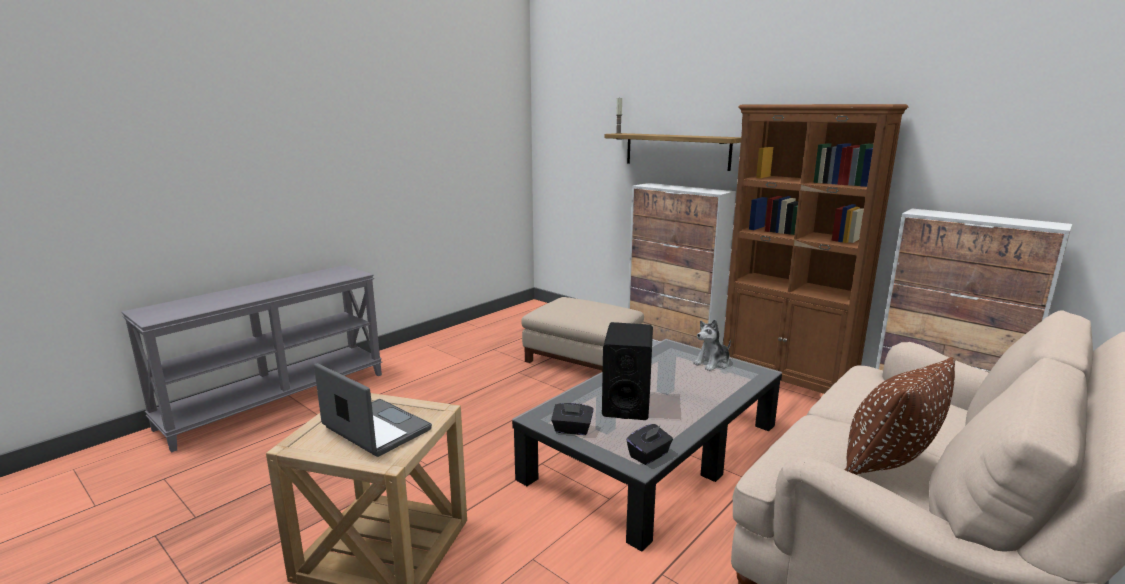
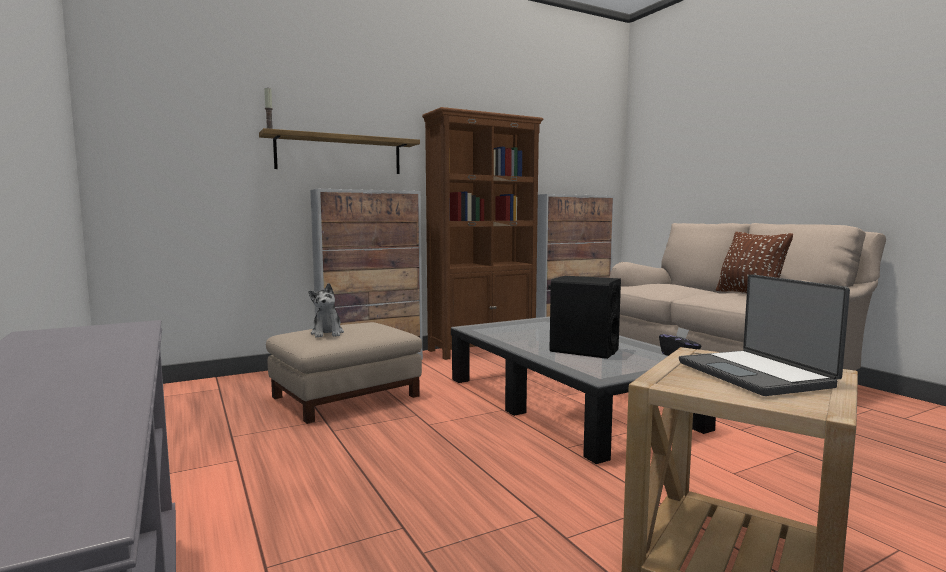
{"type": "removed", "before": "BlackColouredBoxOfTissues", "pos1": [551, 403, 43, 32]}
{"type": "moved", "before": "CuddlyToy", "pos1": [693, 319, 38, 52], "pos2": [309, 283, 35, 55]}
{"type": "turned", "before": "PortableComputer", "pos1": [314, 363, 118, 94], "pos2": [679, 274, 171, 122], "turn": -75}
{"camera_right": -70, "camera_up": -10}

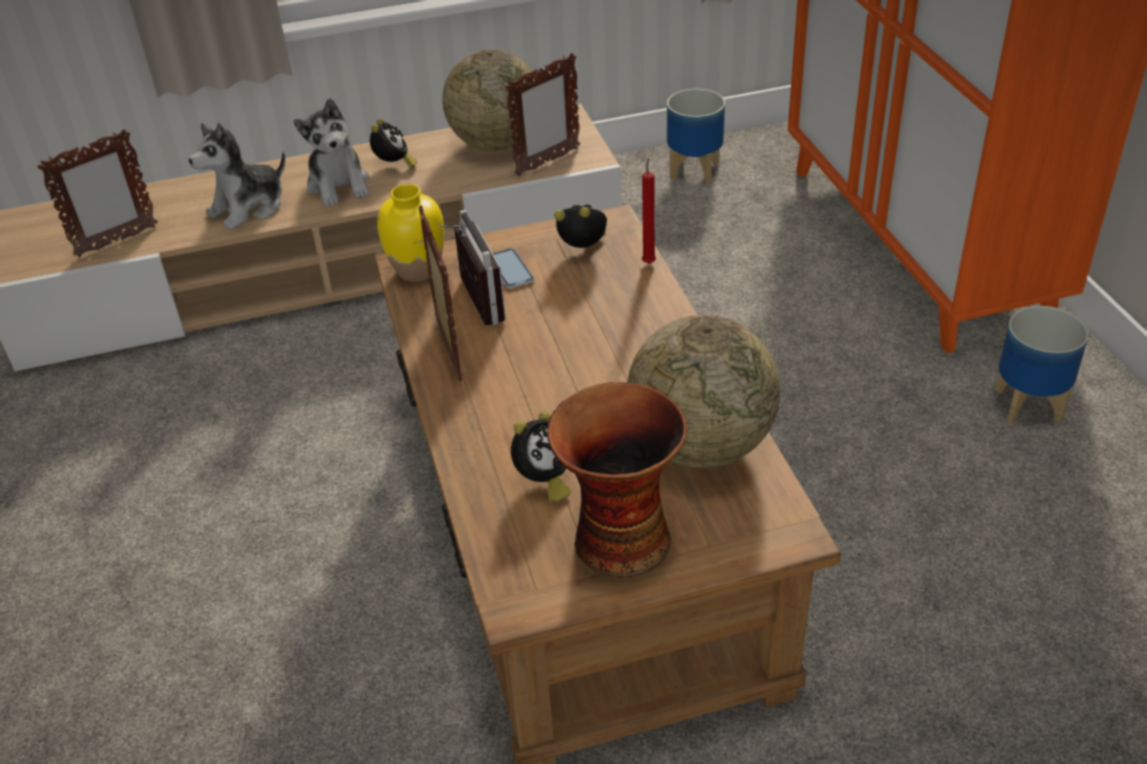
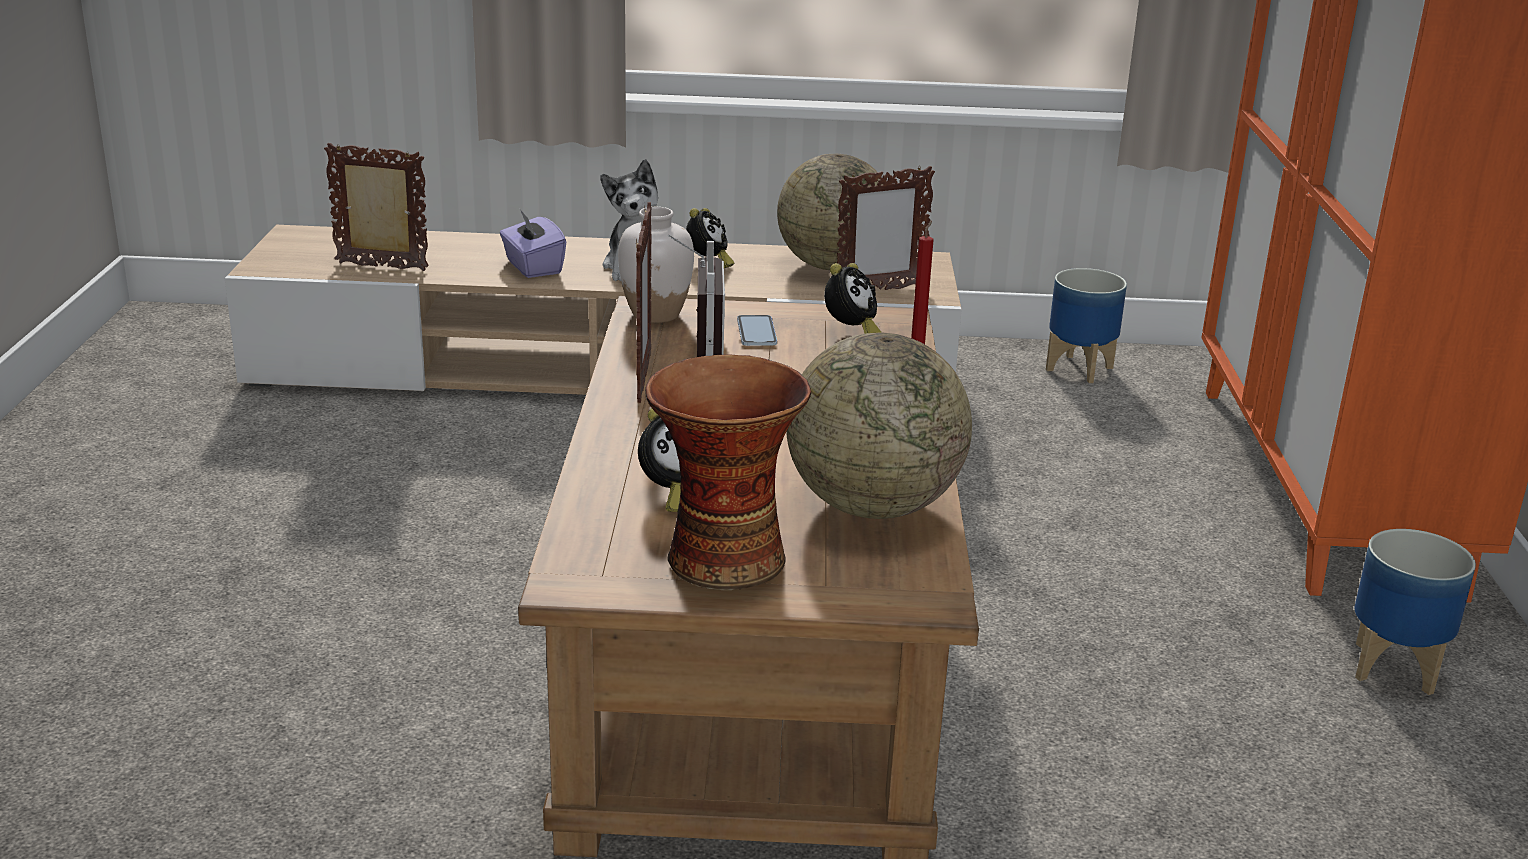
{"type": "replaced", "before": "CuddlyToy", "after": "PurpleBoxOfTissues", "pos1": [189, 123, 96, 107], "pos2": [500, 209, 66, 69]}
{"type": "recoloured", "before": "YellowColouredFlowerVase", "after": "WhiteFlowerVase", "pos1": [377, 184, 67, 98], "pos2": [618, 207, 76, 116]}
{"type": "turned", "before": "PhotoFrame", "pos1": [37, 129, 121, 128], "pos2": [324, 143, 105, 128], "turn": -150}
{"type": "turned", "before": "TableClock", "pos1": [554, 205, 53, 43], "pos2": [824, 263, 58, 71], "turn": 90}
{"camera_right": 15, "camera_up": -15}

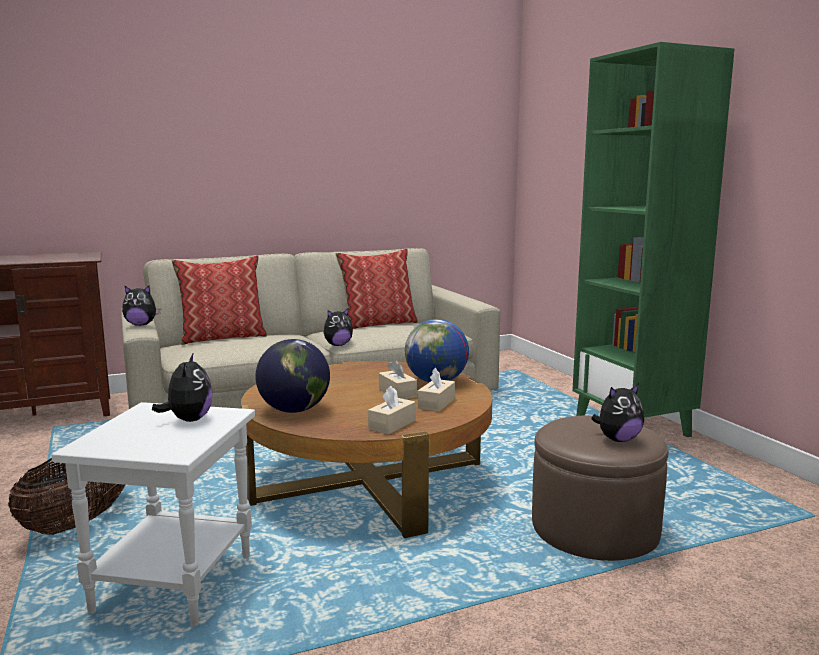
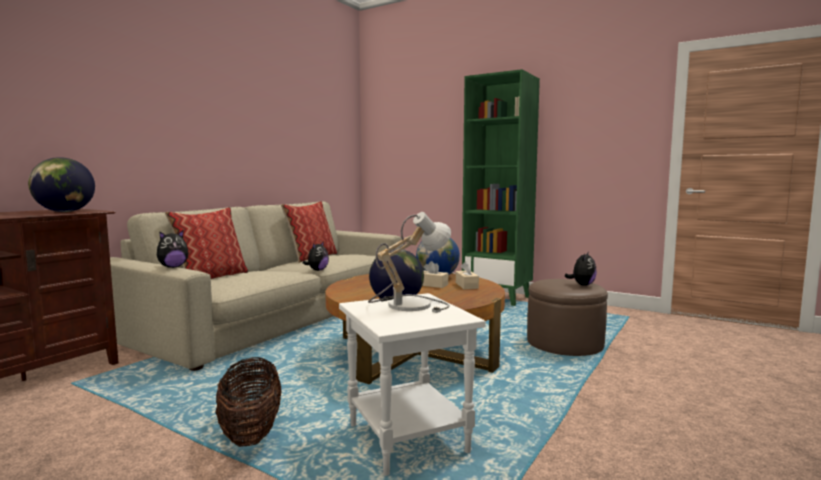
{"type": "removed", "before": "BeigeBoxOfTissues", "pos1": [368, 386, 47, 49]}
{"type": "added", "after": "WorldGlobe", "pos2": [28, 157, 67, 55]}
{"type": "replaced", "before": "CuddlyToy", "after": "TableLamp", "pos1": [152, 354, 61, 68], "pos2": [368, 212, 83, 101]}
{"camera_right": -35, "camera_up": -5}

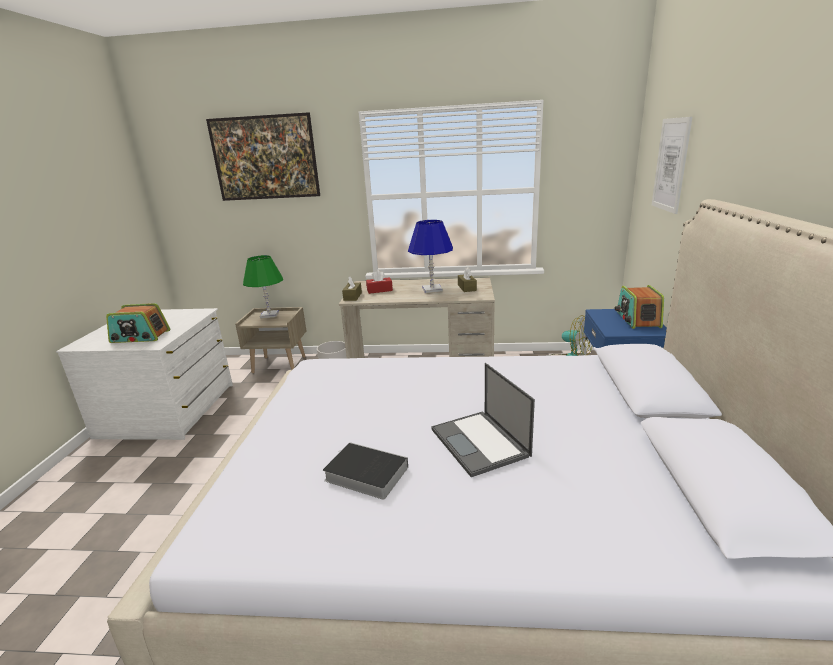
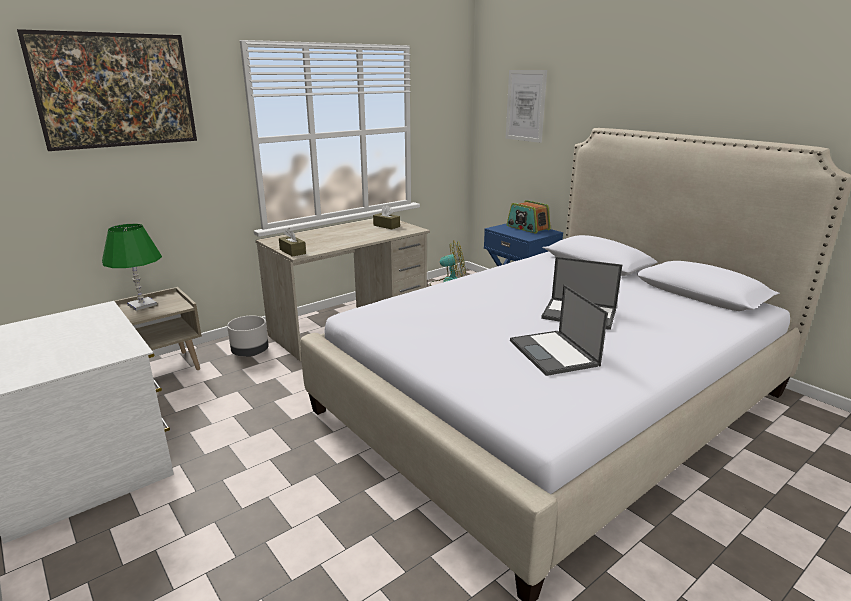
{"type": "removed", "before": "RadioSet", "pos1": [106, 303, 64, 40]}
{"type": "removed", "before": "RedBoxOfTissues", "pos1": [366, 270, 27, 24]}
{"type": "removed", "before": "BlueColouredTableLamp", "pos1": [408, 220, 45, 73]}
{"type": "replaced", "before": "Book", "after": "PortableComputer", "pos1": [323, 442, 85, 58], "pos2": [510, 285, 98, 91]}
{"camera_right": -45, "camera_up": 0}

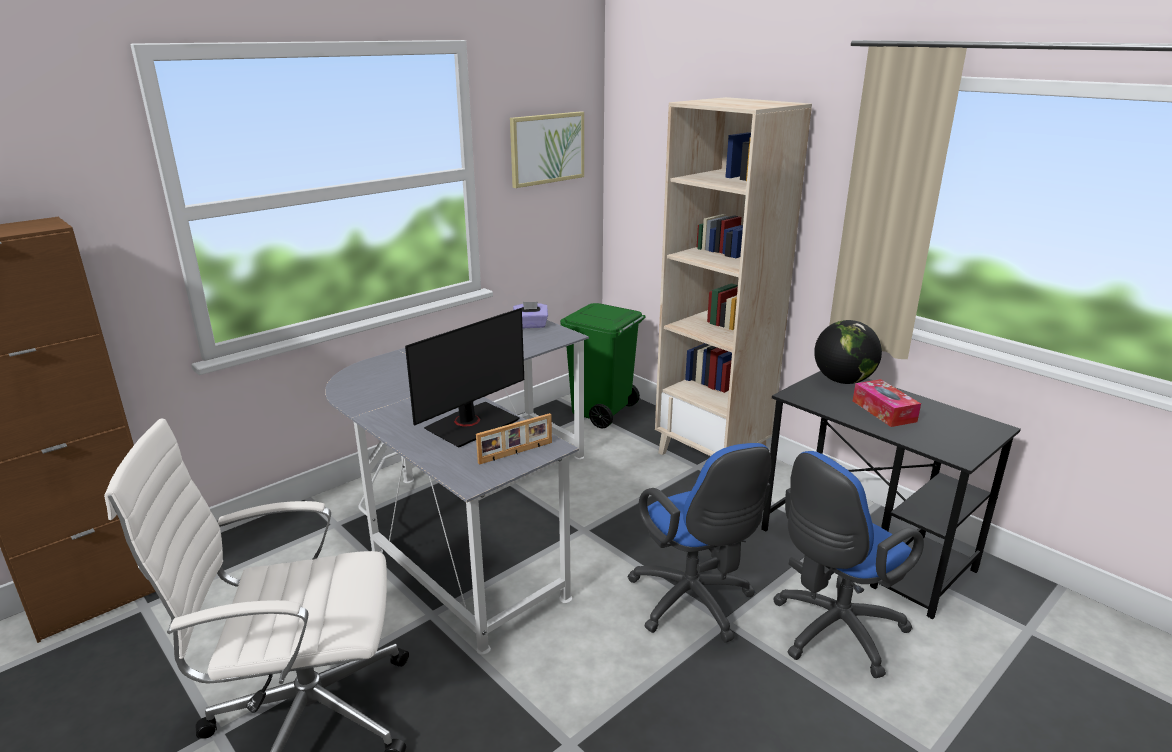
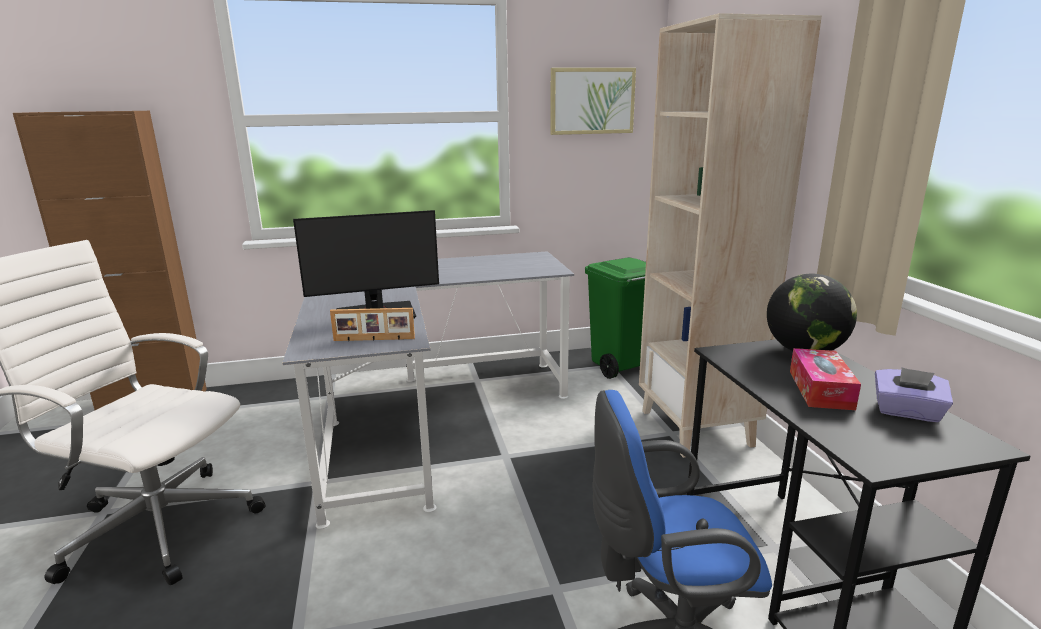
{"type": "removed", "before": "BlueColouredDeskChair", "pos1": [627, 443, 144, 200]}
{"type": "moved", "before": "PurpleBoxOfTissues", "pos1": [513, 302, 35, 26], "pos2": [875, 368, 78, 54]}
{"camera_right": 30, "camera_up": -5}

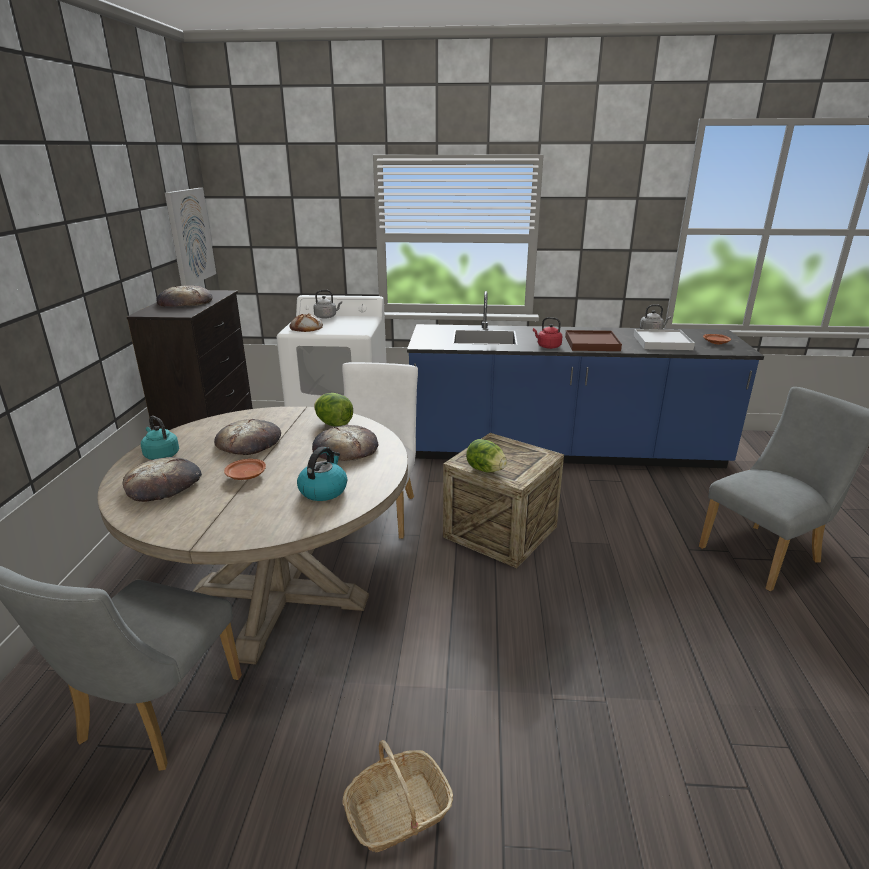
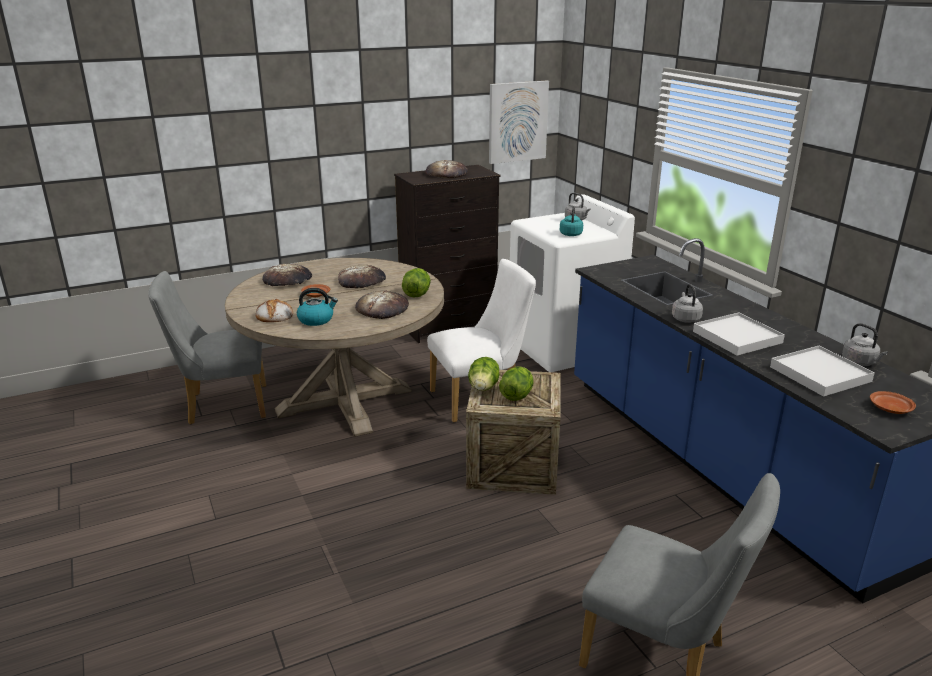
{"type": "removed", "before": "StorageBasket", "pos1": [343, 740, 110, 112]}
{"type": "added", "after": "LettuceHead", "pos2": [499, 367, 35, 34]}
{"type": "moved", "before": "TurquoiseWaterKettle", "pos1": [141, 416, 38, 44], "pos2": [560, 206, 23, 30]}
{"type": "moved", "before": "BakeryBread", "pos1": [290, 313, 33, 19], "pos2": [256, 299, 37, 23]}
{"type": "recoloured", "before": "RedWaterKettle", "after": "GreyWaterKettle", "pos1": [533, 317, 30, 32], "pos2": [672, 284, 31, 39]}
{"type": "recoloured", "before": "BrownColouredServingTray", "after": "WhiteServingTray", "pos1": [565, 330, 57, 21], "pos2": [693, 312, 92, 44]}
{"camera_right": 60, "camera_up": 0}

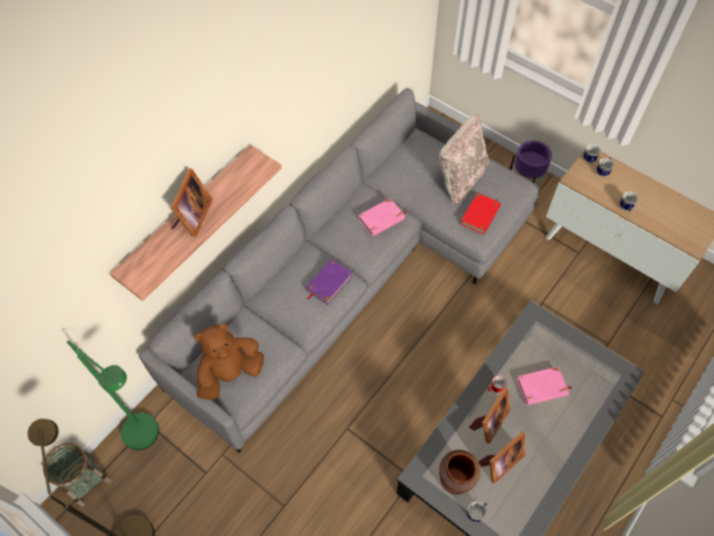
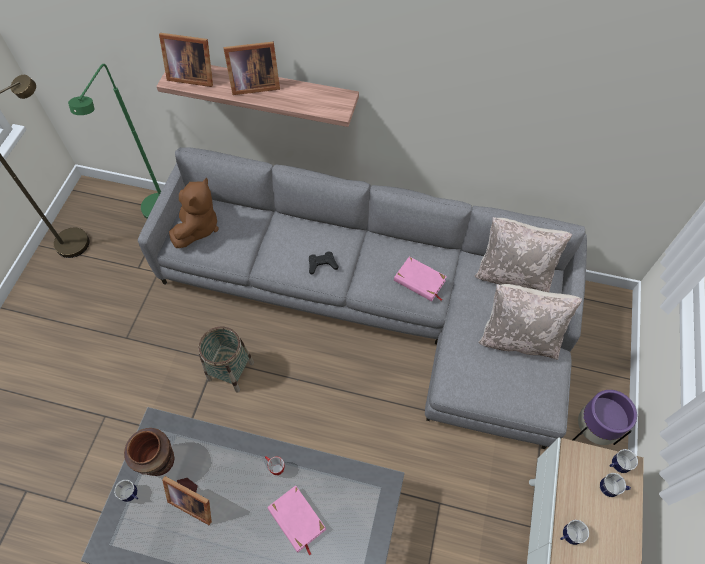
{"type": "removed", "before": "RedBook", "pos1": [460, 193, 41, 42]}
{"type": "added", "after": "BeigeCushion", "pos2": [474, 217, 98, 75]}
{"type": "moved", "before": "StorageBasket", "pos1": [43, 443, 69, 64], "pos2": [198, 327, 56, 66]}
{"type": "moved", "before": "PhotoFrame", "pos1": [469, 387, 42, 57], "pos2": [159, 33, 54, 54]}
{"type": "replaced", "before": "PurpleBook", "after": "BlackColouredGamepad", "pos1": [306, 259, 47, 46], "pos2": [309, 251, 29, 24]}
{"type": "turned", "before": "BrownColouredCuddlyToy", "pos1": [194, 324, 70, 76], "pos2": [169, 178, 50, 70], "turn": 75}
{"camera_right": 65, "camera_up": 0}

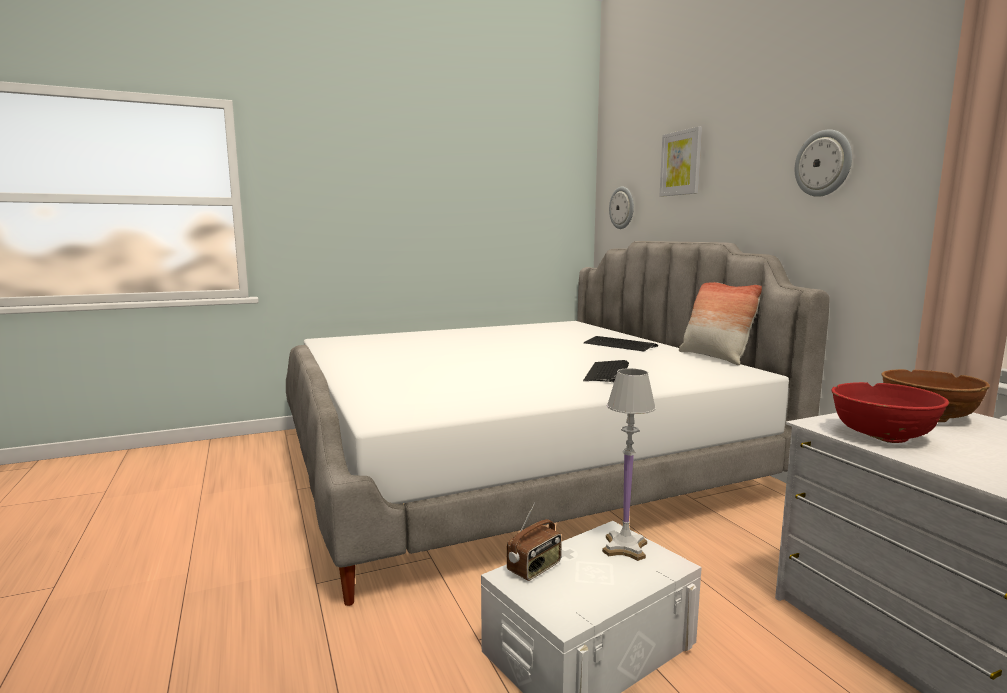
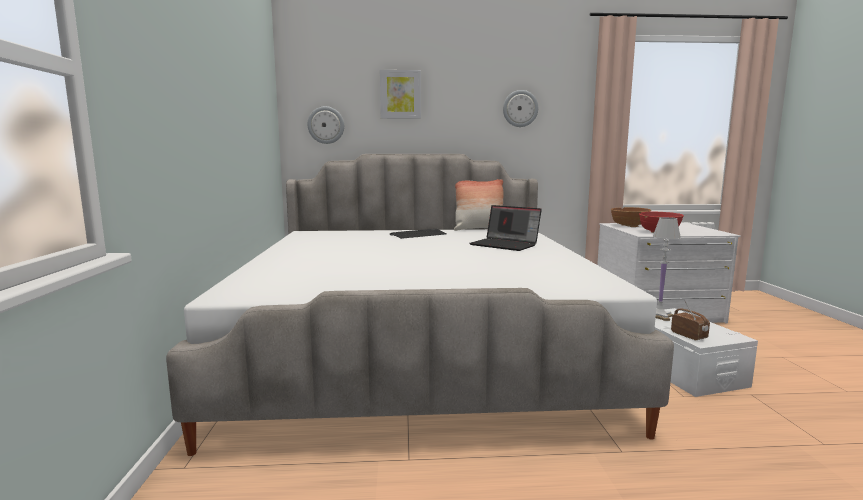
{"type": "replaced", "before": "ComputerKeyboard", "after": "PortableComputer", "pos1": [583, 360, 46, 22], "pos2": [469, 205, 73, 46]}
{"camera_right": -70, "camera_up": 0}

